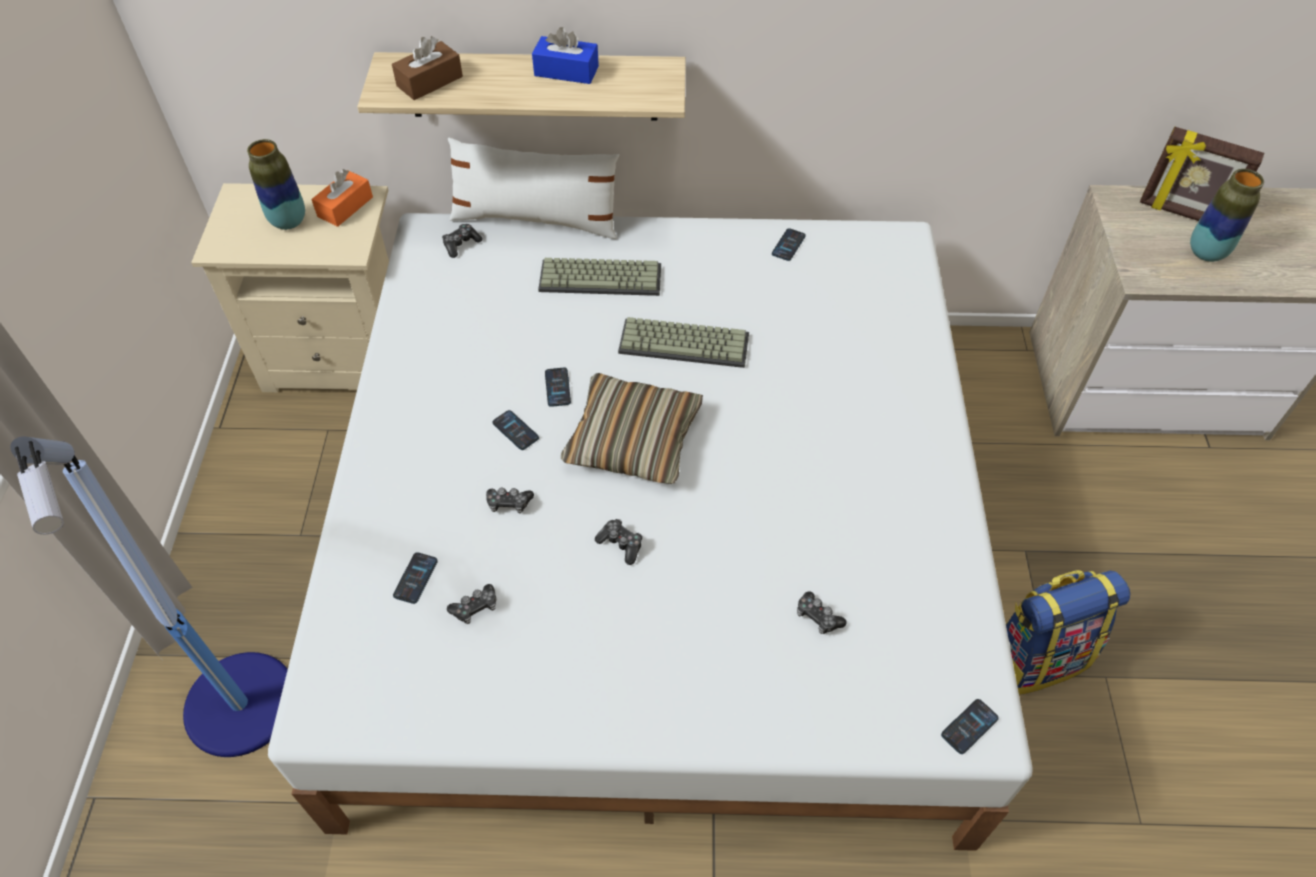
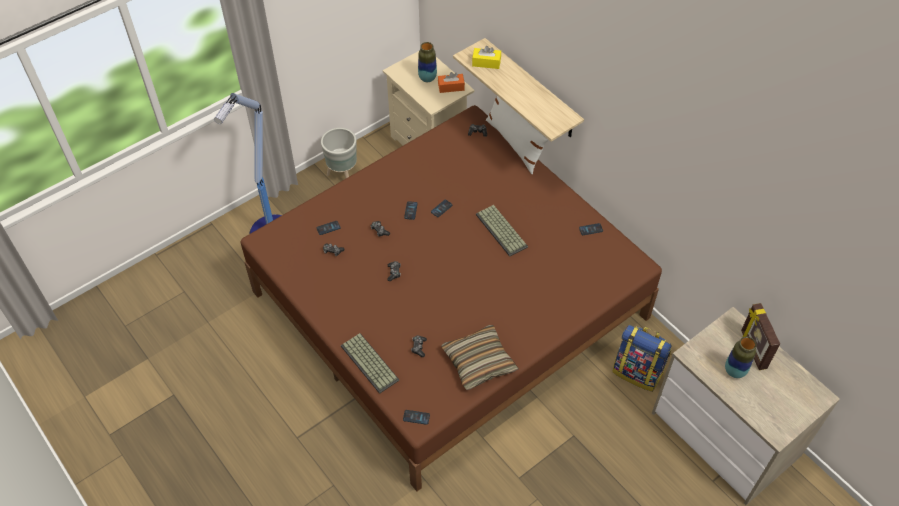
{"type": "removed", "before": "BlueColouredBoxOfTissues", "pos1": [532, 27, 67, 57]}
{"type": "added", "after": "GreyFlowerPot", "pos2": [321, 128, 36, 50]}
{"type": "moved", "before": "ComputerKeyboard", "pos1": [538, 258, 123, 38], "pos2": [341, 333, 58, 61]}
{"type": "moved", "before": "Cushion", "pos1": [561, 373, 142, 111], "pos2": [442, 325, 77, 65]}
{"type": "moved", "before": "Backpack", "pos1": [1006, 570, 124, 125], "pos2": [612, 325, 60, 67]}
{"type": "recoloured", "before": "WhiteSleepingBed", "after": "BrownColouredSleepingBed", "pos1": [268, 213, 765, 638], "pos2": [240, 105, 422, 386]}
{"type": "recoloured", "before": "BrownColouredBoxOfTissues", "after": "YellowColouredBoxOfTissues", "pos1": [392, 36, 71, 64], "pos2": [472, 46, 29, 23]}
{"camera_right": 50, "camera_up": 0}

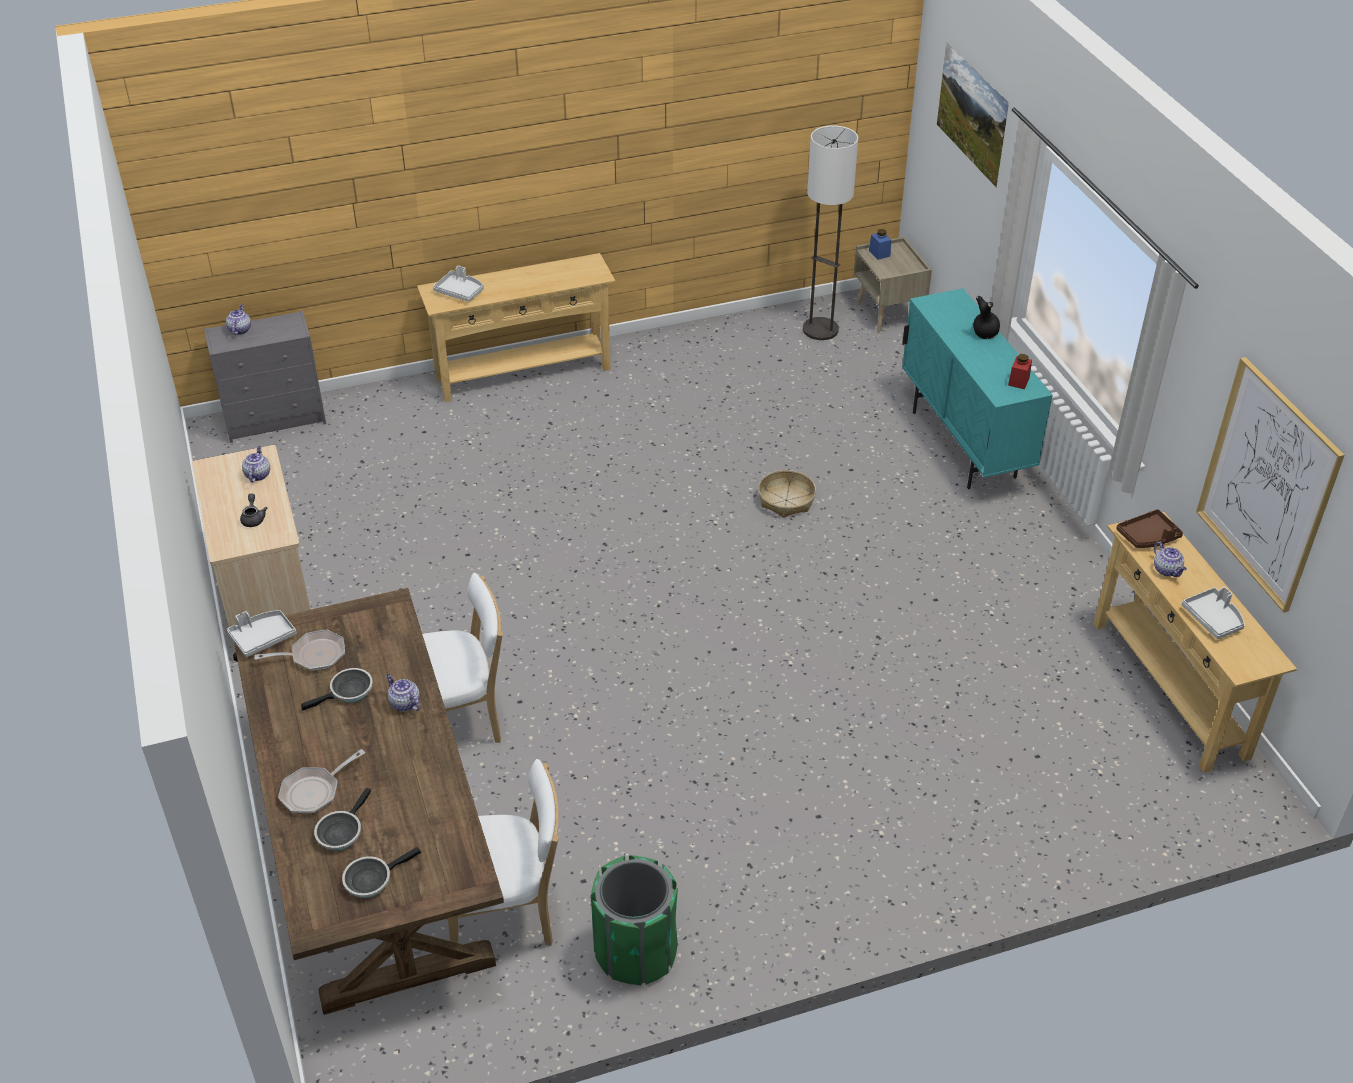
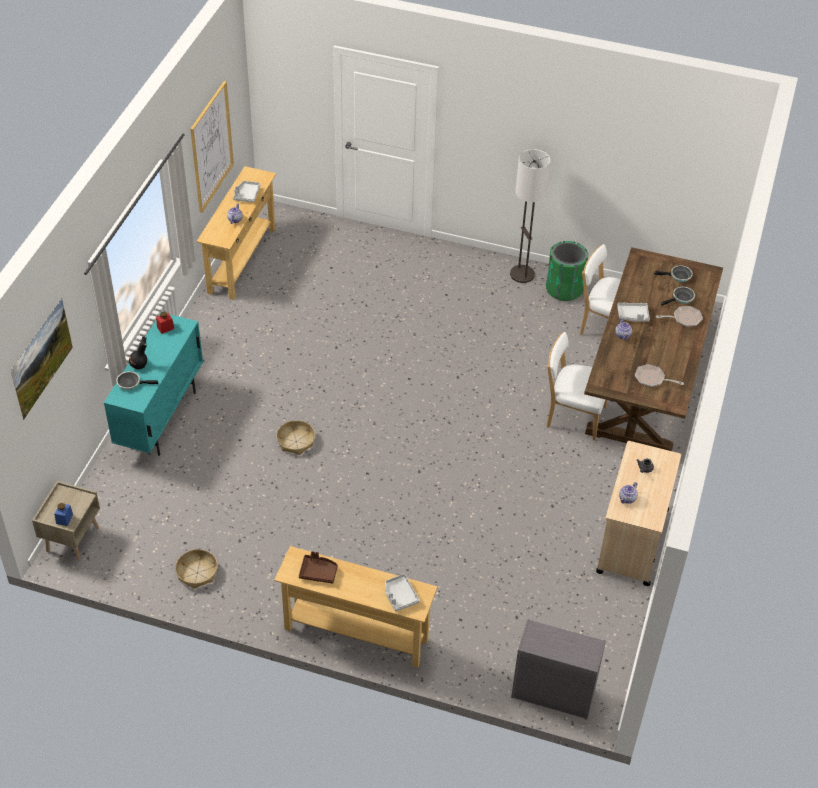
{"type": "removed", "before": "TeaPot", "pos1": [226, 305, 25, 30]}
{"type": "added", "after": "StorageBasket", "pos2": [175, 549, 43, 40]}
{"type": "moved", "before": "GreyServingTray", "pos1": [227, 610, 70, 47], "pos2": [617, 303, 33, 19]}
{"type": "moved", "before": "FryingPan", "pos1": [301, 668, 72, 43], "pos2": [116, 371, 42, 19]}
{"type": "moved", "before": "StandardLamp", "pos1": [803, 125, 55, 215], "pos2": [510, 149, 41, 134]}
{"type": "moved", "before": "BrownColouredServingTray", "pos1": [1116, 509, 67, 39], "pos2": [299, 551, 39, 33]}
{"camera_right": -145, "camera_up": 5}

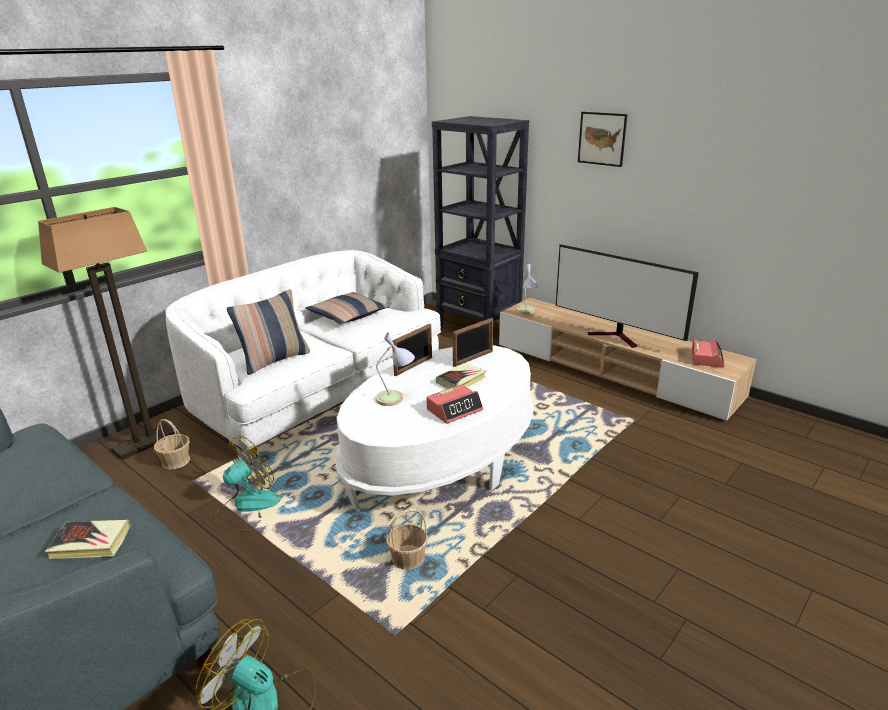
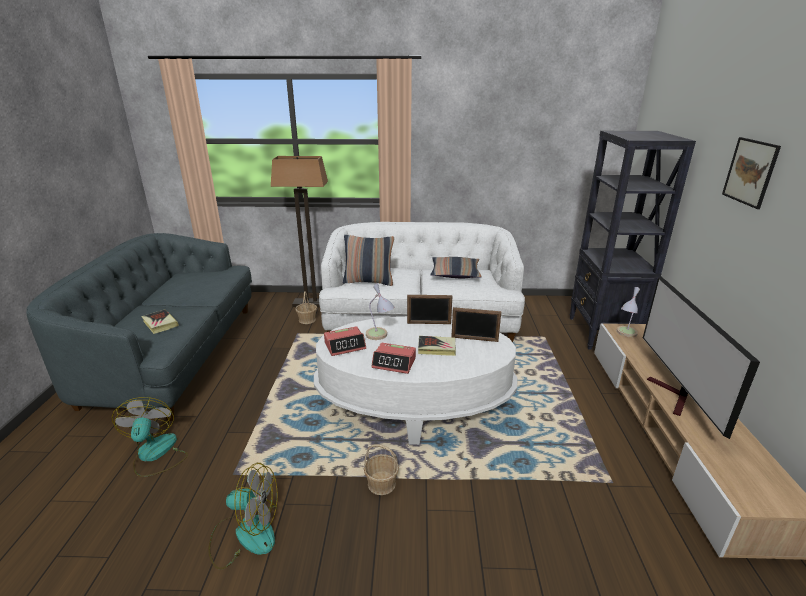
{"type": "moved", "before": "CoolingFan", "pos1": [214, 436, 67, 95], "pos2": [208, 463, 70, 107]}
{"type": "moved", "before": "StorageBasket", "pos1": [386, 509, 42, 61], "pos2": [364, 444, 35, 51]}
{"type": "moved", "before": "TableClock", "pos1": [692, 340, 33, 28], "pos2": [324, 326, 42, 30]}
{"camera_right": 50, "camera_up": 0}

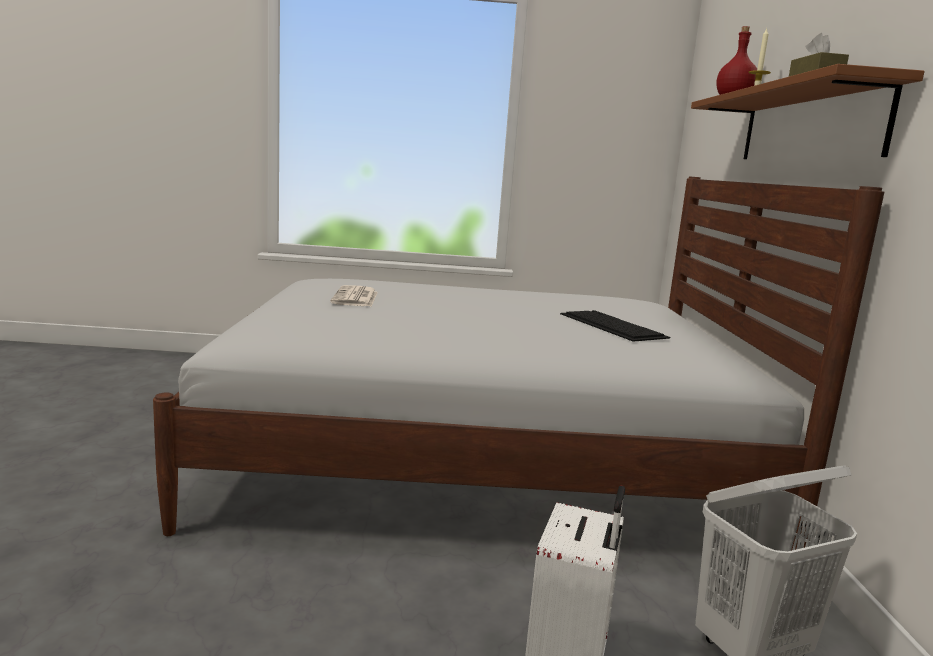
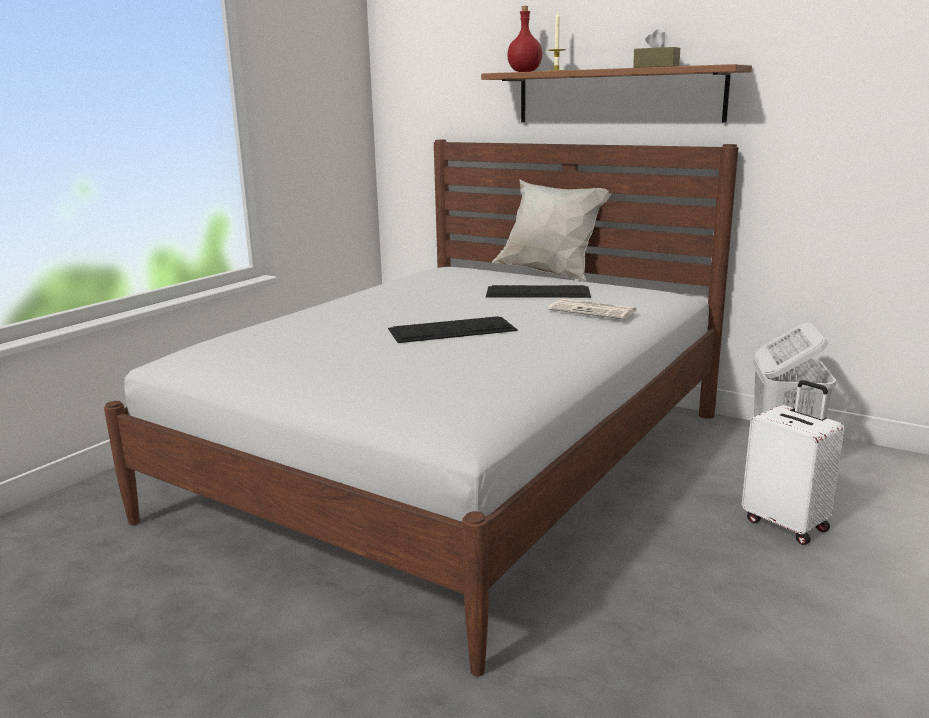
{"type": "added", "after": "ComputerKeyboard", "pos2": [388, 316, 130, 27]}
{"type": "added", "after": "WhiteCushion", "pos2": [492, 180, 119, 101]}
{"type": "moved", "before": "PrintedPaper", "pos1": [330, 285, 48, 22], "pos2": [548, 299, 89, 20]}
{"camera_right": -55, "camera_up": 5}

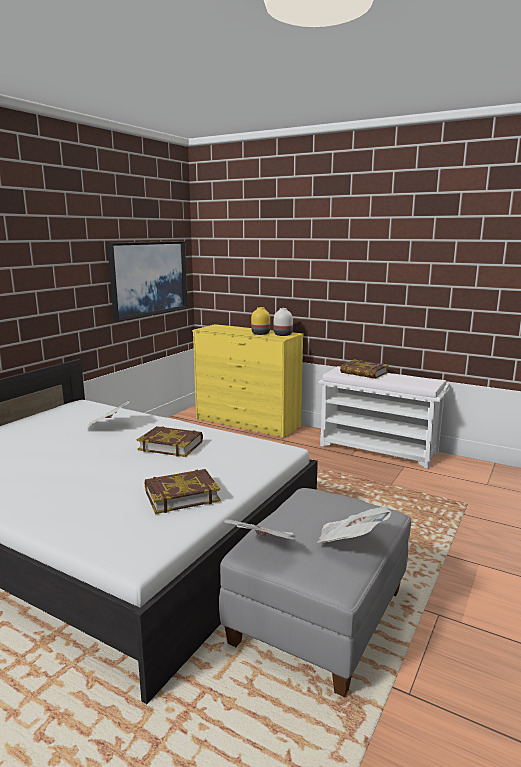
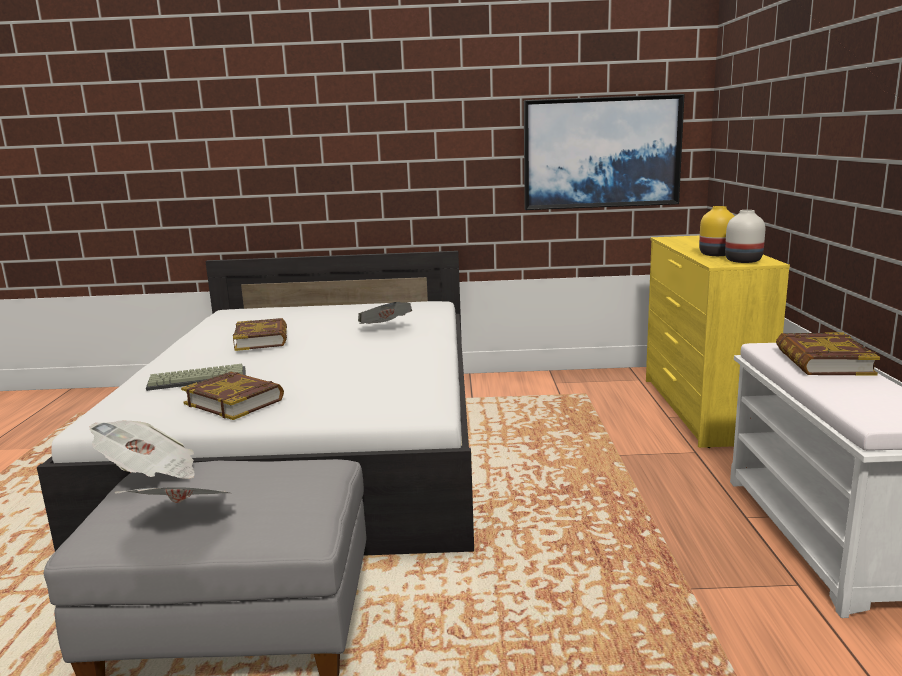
{"type": "added", "after": "ComputerKeyboard", "pos2": [146, 364, 100, 27]}
{"type": "moved", "before": "Book", "pos1": [137, 426, 66, 31], "pos2": [233, 318, 54, 33]}
{"camera_right": 60, "camera_up": 0}

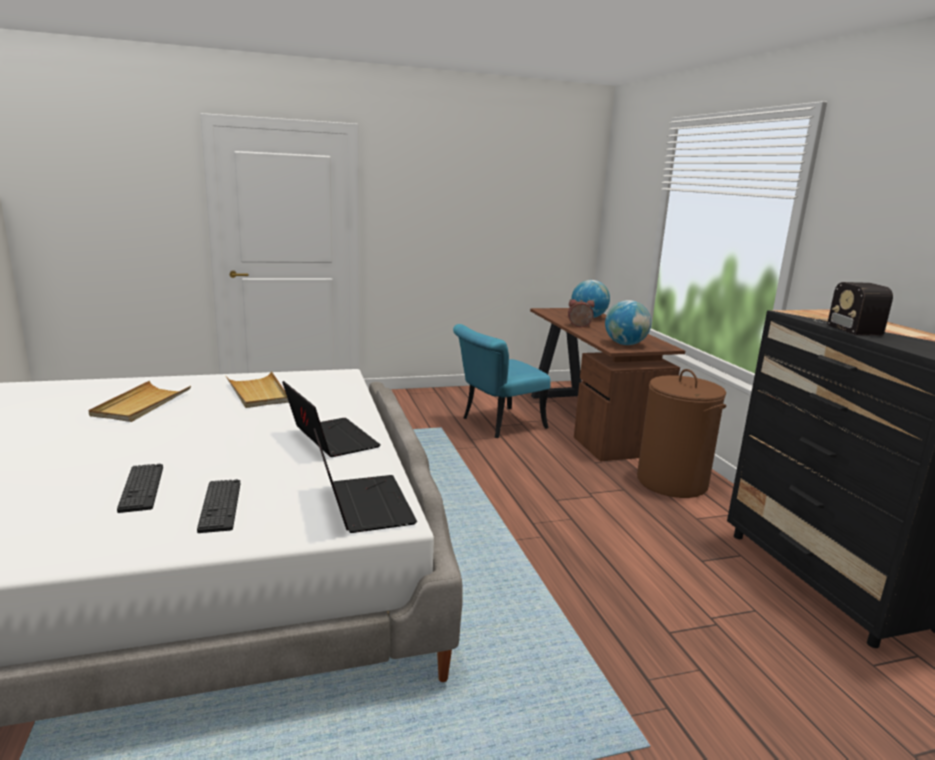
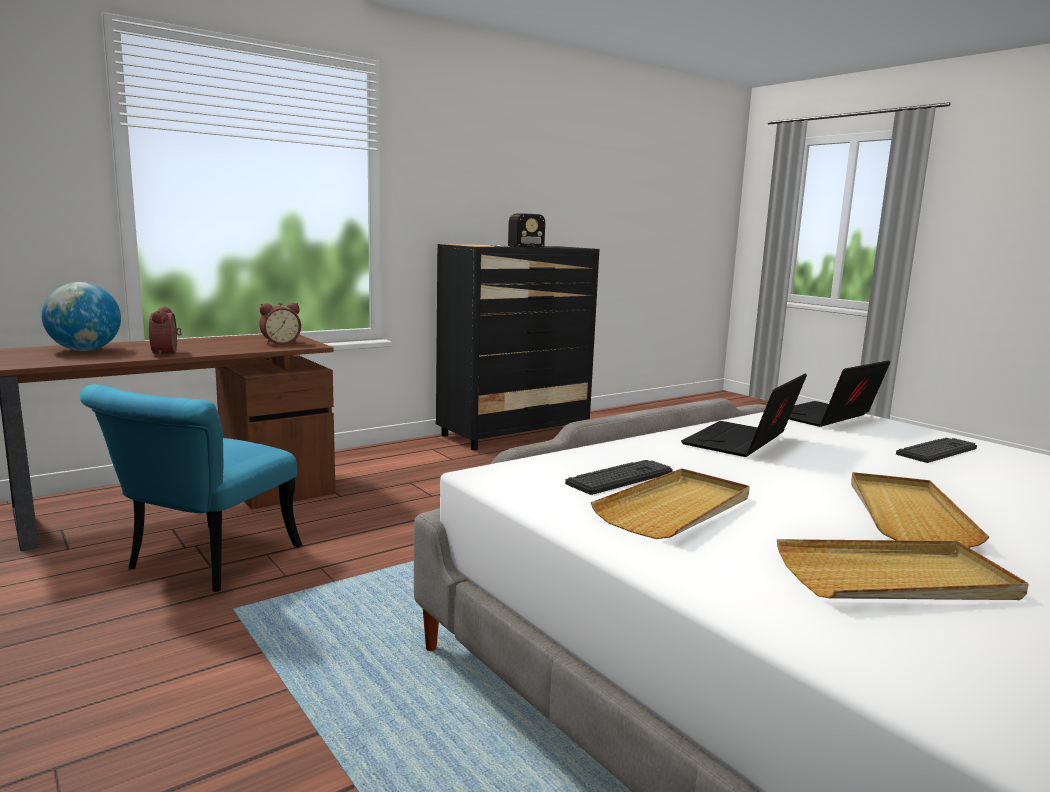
{"type": "removed", "before": "BrownColouredWashingBasket", "pos1": [637, 369, 89, 129]}
{"type": "added", "after": "BeigeServingTray", "pos2": [851, 472, 138, 76]}
{"type": "moved", "before": "ComputerKeyboard", "pos1": [117, 463, 46, 50], "pos2": [565, 460, 108, 35]}
{"type": "replaced", "before": "WorldGlobe", "after": "TableClock", "pos1": [605, 300, 46, 45], "pos2": [259, 303, 42, 42]}
{"type": "turned", "before": "TurquoiseChair", "pos1": [453, 324, 98, 114], "pos2": [79, 384, 223, 208], "turn": 75}
{"camera_right": -110, "camera_up": -5}

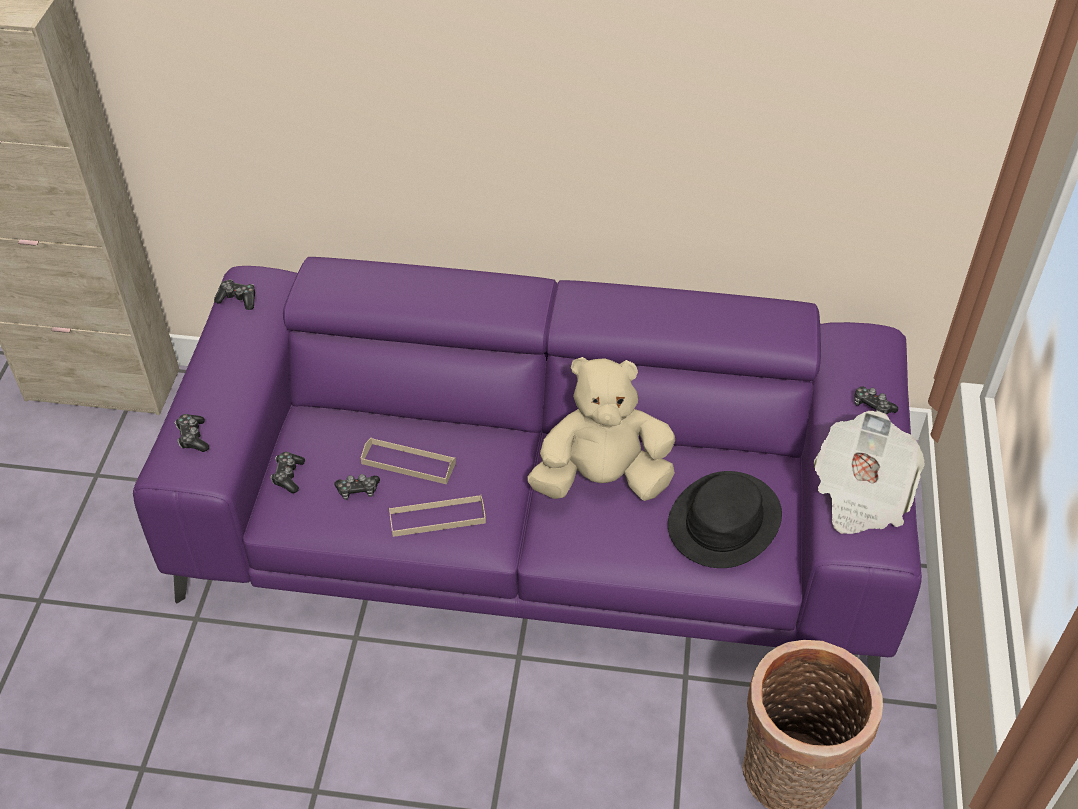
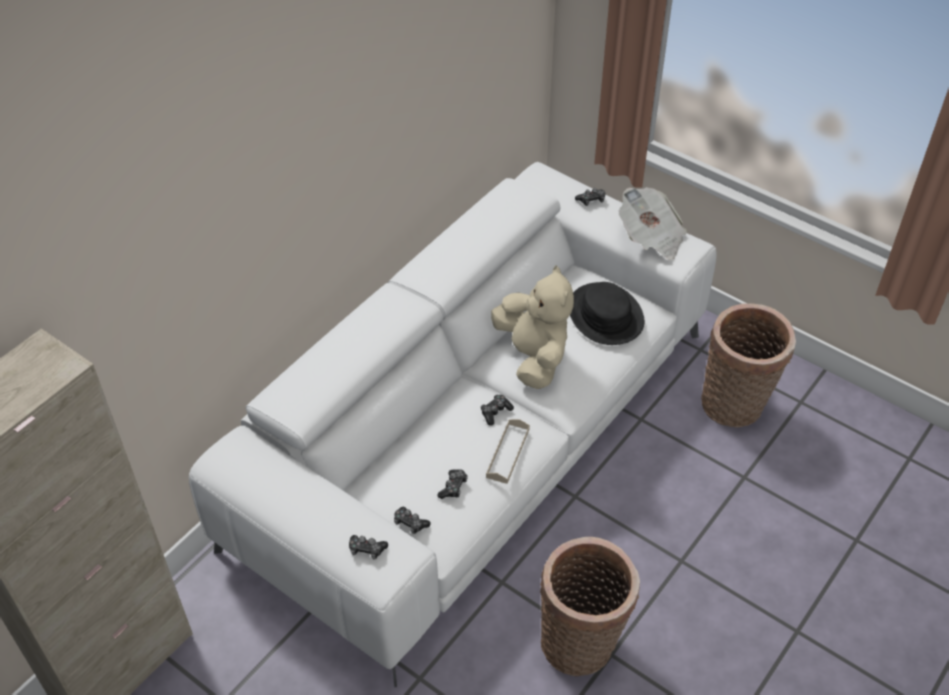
{"type": "removed", "before": "BeigeServingTray", "pos1": [361, 438, 95, 46]}
{"type": "added", "after": "StorageBasket", "pos2": [540, 537, 100, 139]}
{"type": "moved", "before": "Gamepad", "pos1": [214, 279, 41, 31], "pos2": [481, 395, 33, 31]}
{"type": "recoloured", "before": "PurpleSettee", "after": "WhiteSettee", "pos1": [133, 257, 789, 426], "pos2": [189, 162, 527, 525]}
{"type": "turned", "before": "BeigeCuddlyToy", "pos1": [527, 357, 148, 144], "pos2": [491, 265, 83, 124], "turn": 135}
{"camera_right": -60, "camera_up": 0}

